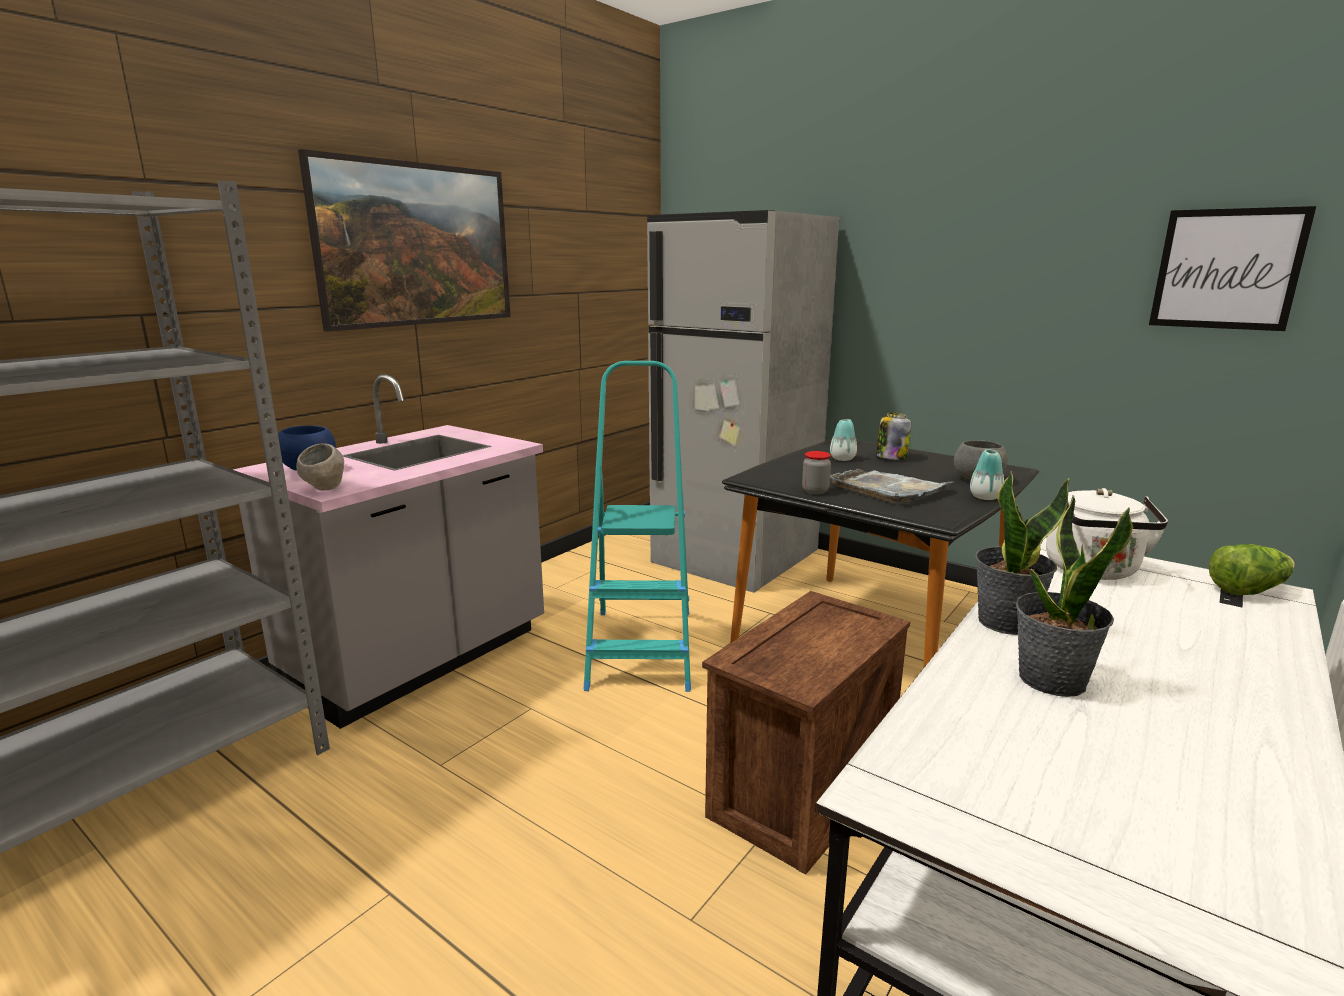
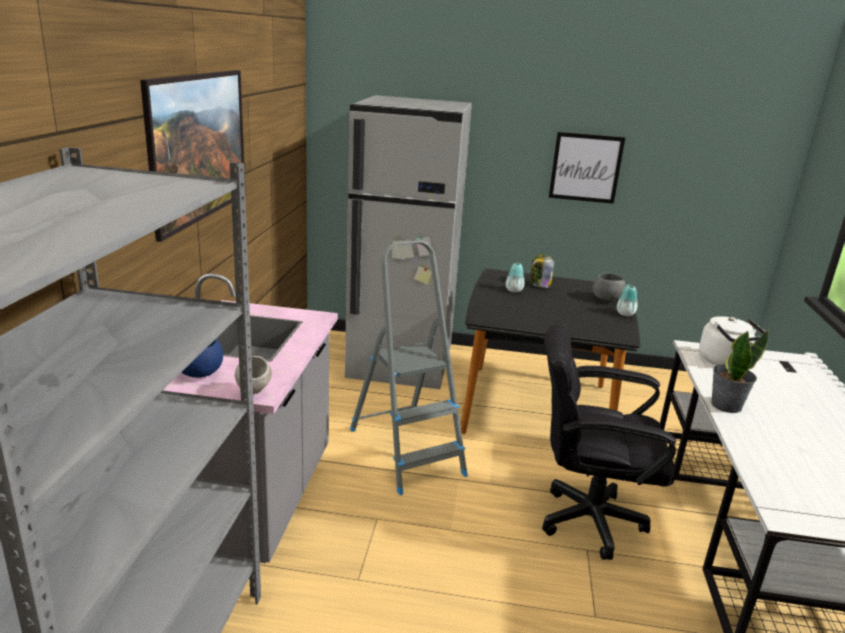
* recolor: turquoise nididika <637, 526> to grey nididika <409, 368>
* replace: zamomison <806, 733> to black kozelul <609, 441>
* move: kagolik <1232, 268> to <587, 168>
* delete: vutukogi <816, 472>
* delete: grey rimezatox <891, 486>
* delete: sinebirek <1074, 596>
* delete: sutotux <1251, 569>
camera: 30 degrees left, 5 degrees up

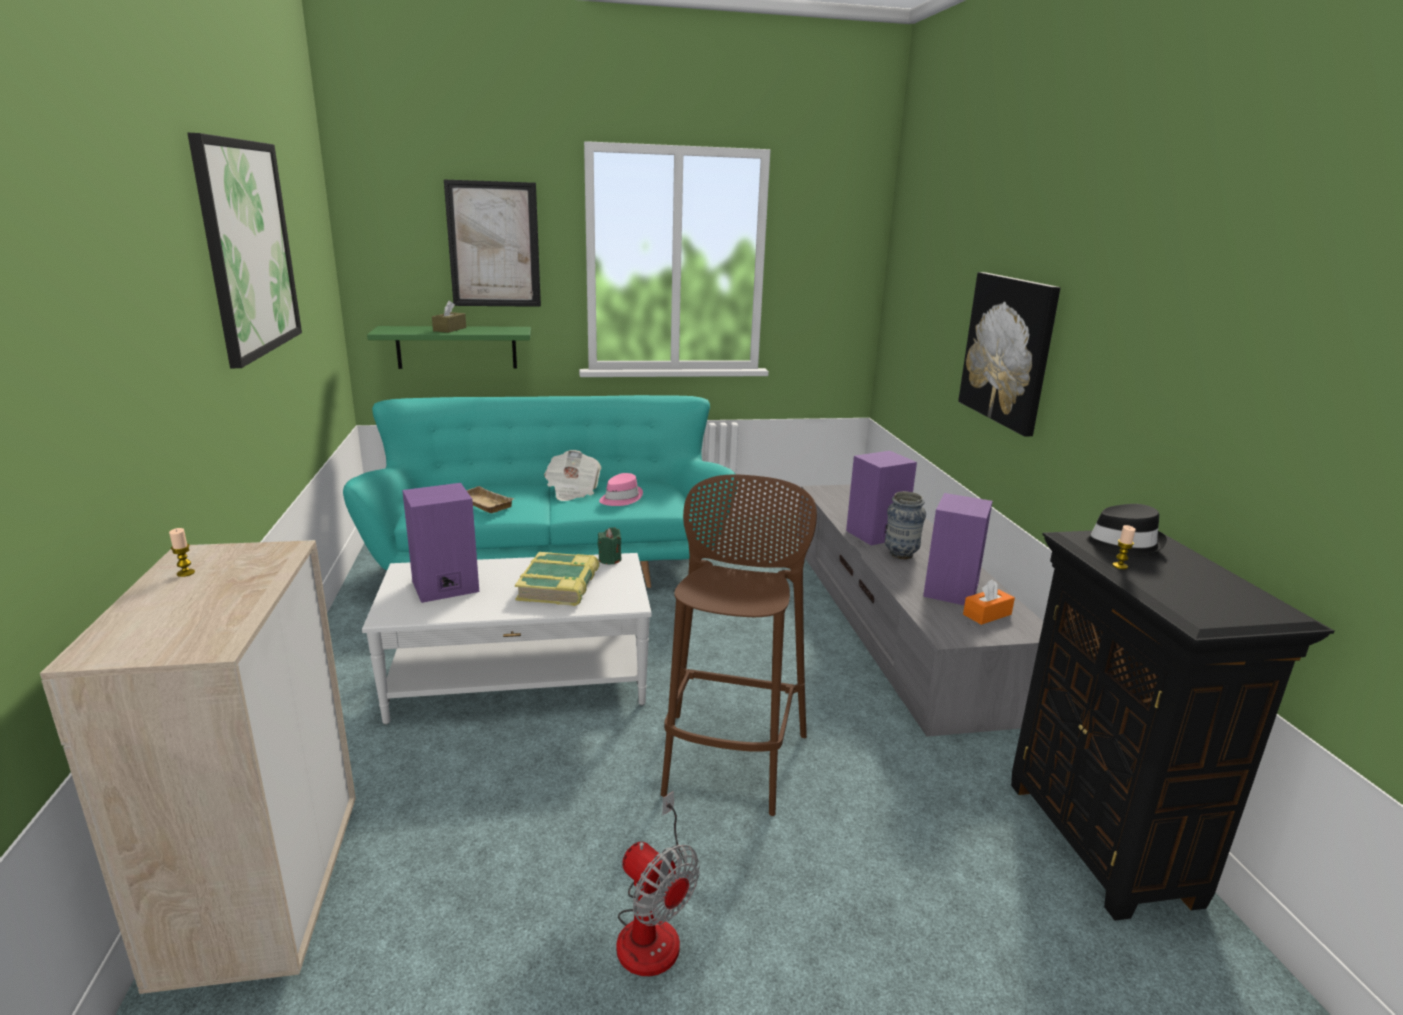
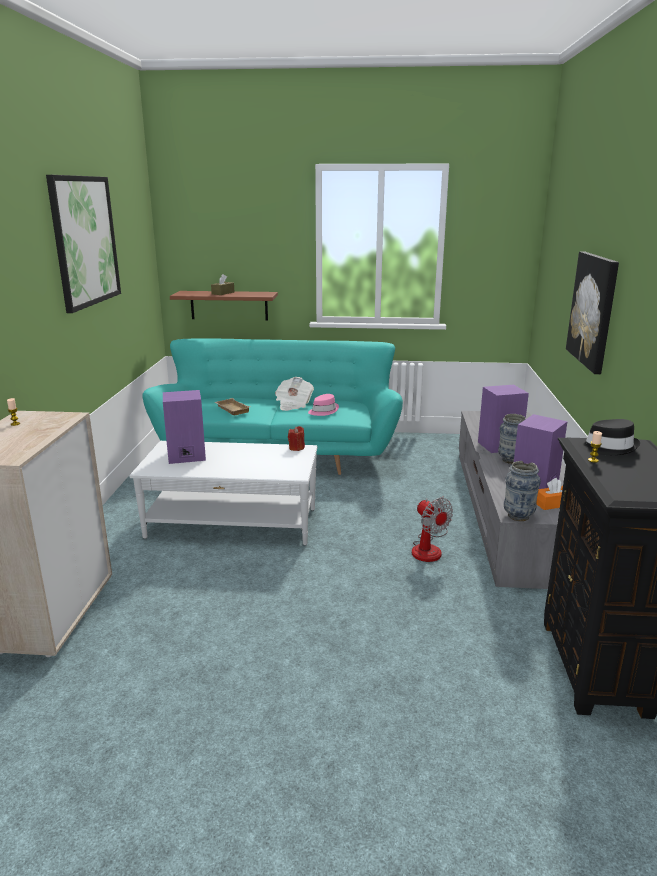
* recolor: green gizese <449, 347> to brown gizese <224, 305>
* recolor: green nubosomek <609, 545> to red nubosomek <296, 438>
* move: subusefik <658, 883> to <432, 529>
* insert: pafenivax <522, 491>
* delete: kagolik <492, 243>
* delete: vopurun <557, 579>
* delete: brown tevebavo <739, 645>
camera: 15 degrees right, 0 degrees up

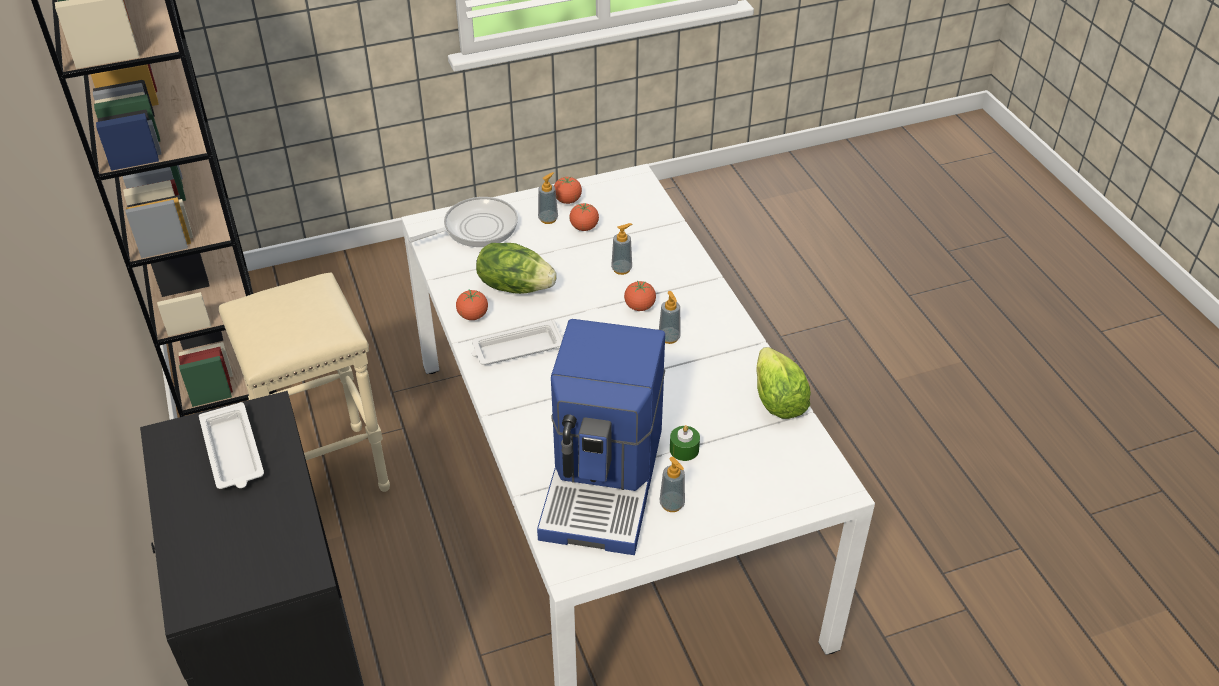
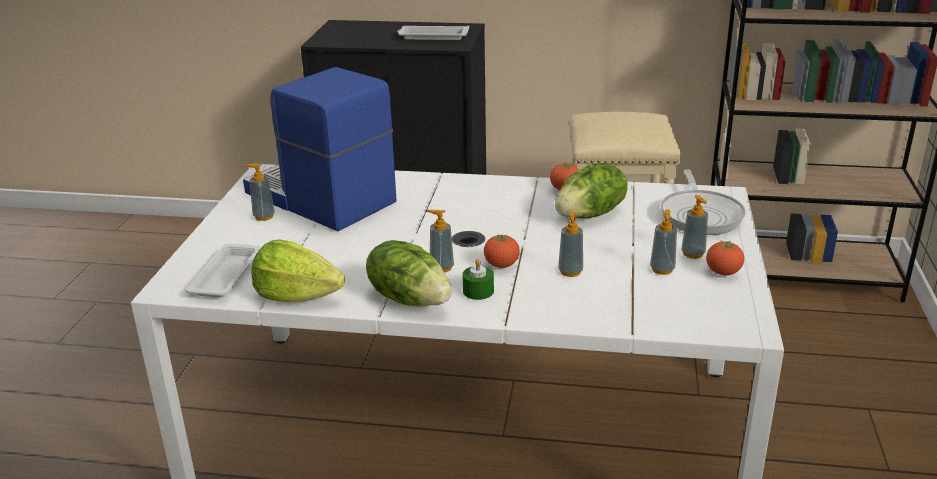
* move: white rimezatox <517, 342> to <223, 270>
* insert: sutotux <409, 273>
* move: green nubosomek <685, 443> to <478, 279>
* replace: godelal <584, 217> to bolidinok <663, 242>
camera: 120 degrees right, 15 degrees down

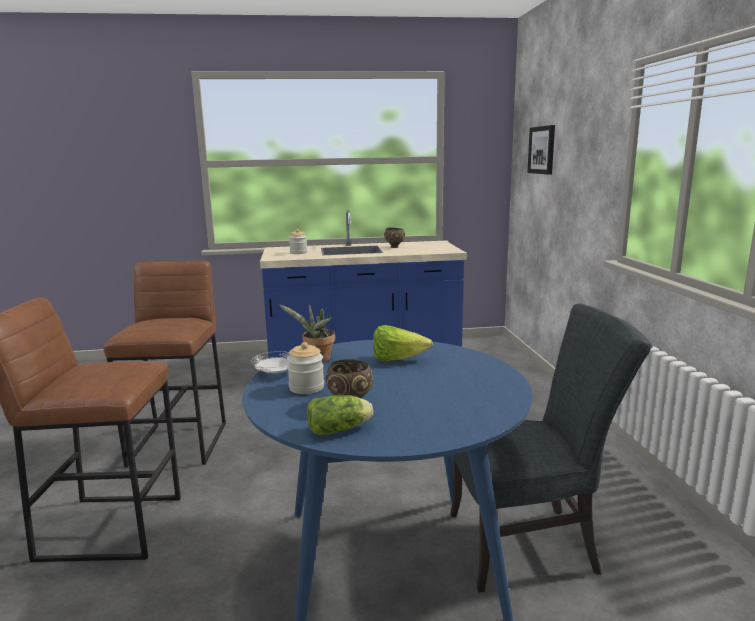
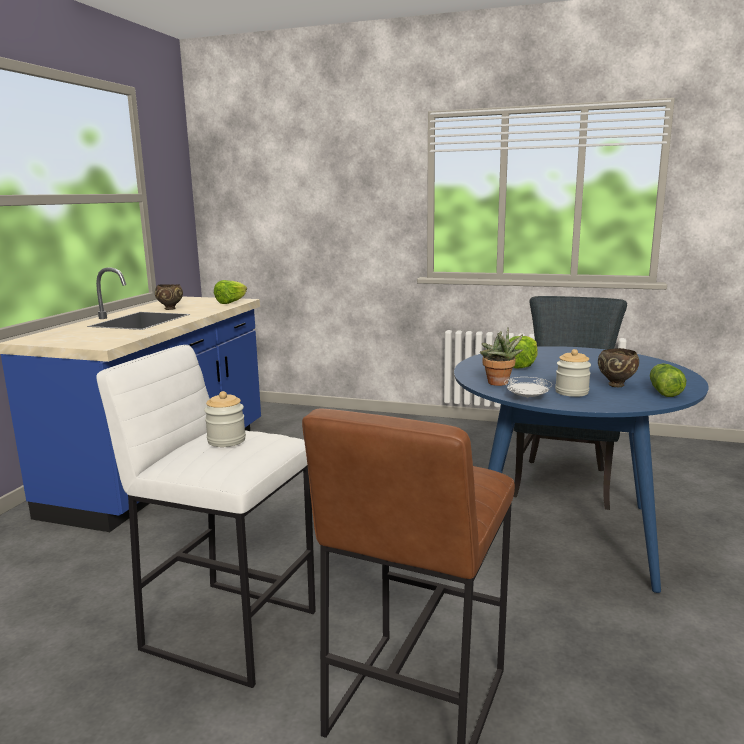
* recolor: brown tevebavo <165, 364> to white tevebavo <206, 516>
* move: vutukogi <298, 241> to <225, 419>
* insert: sutotux <230, 292>
* delete: kagolik <541, 150>
camera: 65 degrees left, 0 degrees up

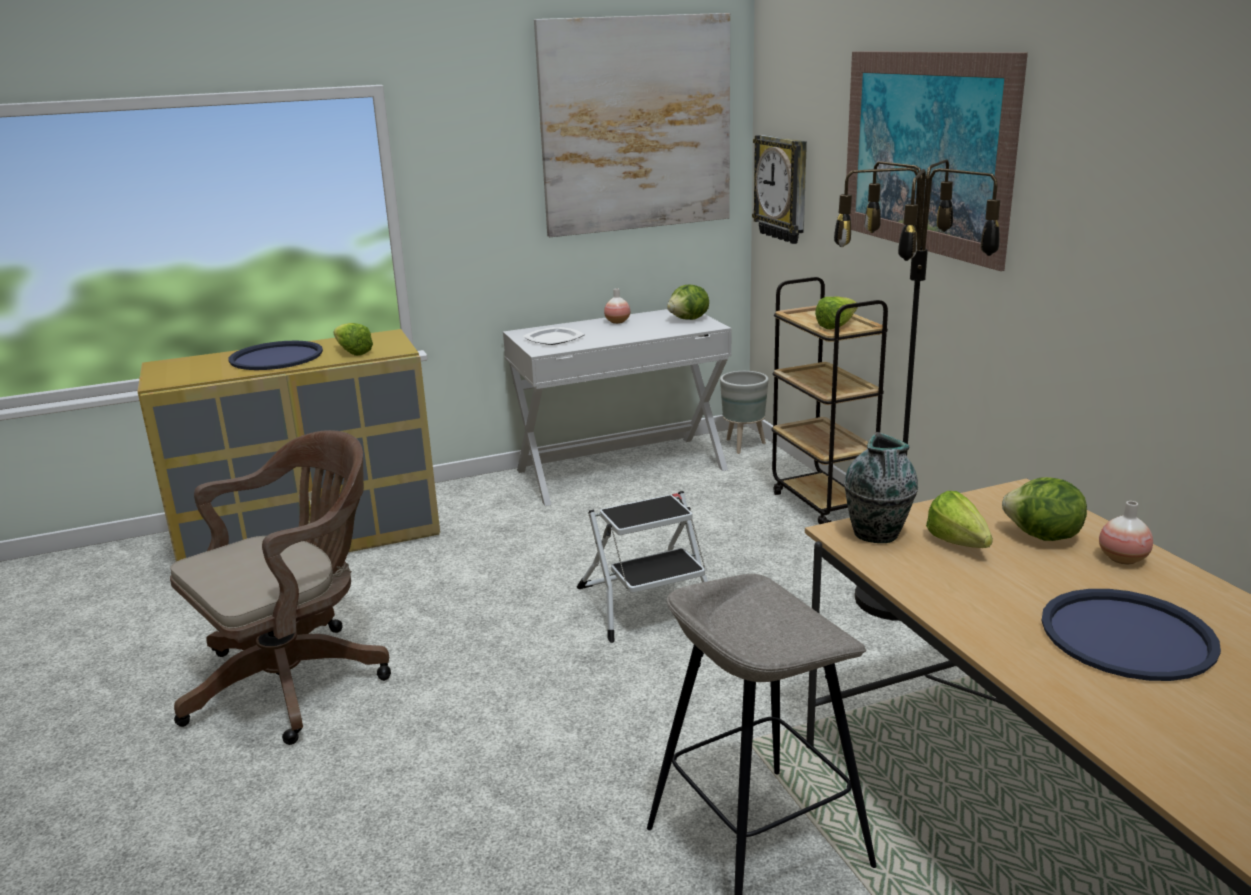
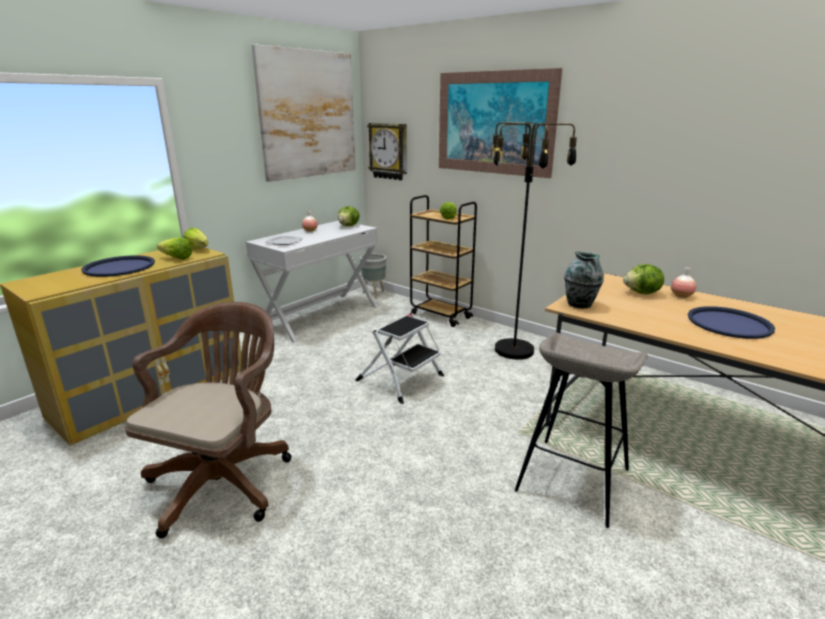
* move: sutotux <959, 519> to <195, 238>
camera: 30 degrees left, 0 degrees up

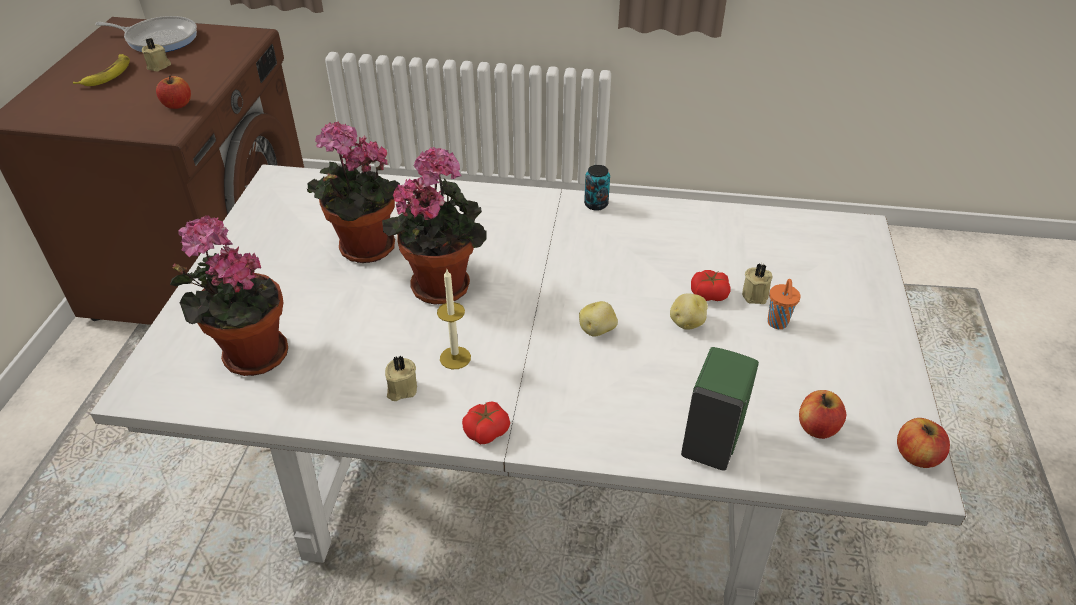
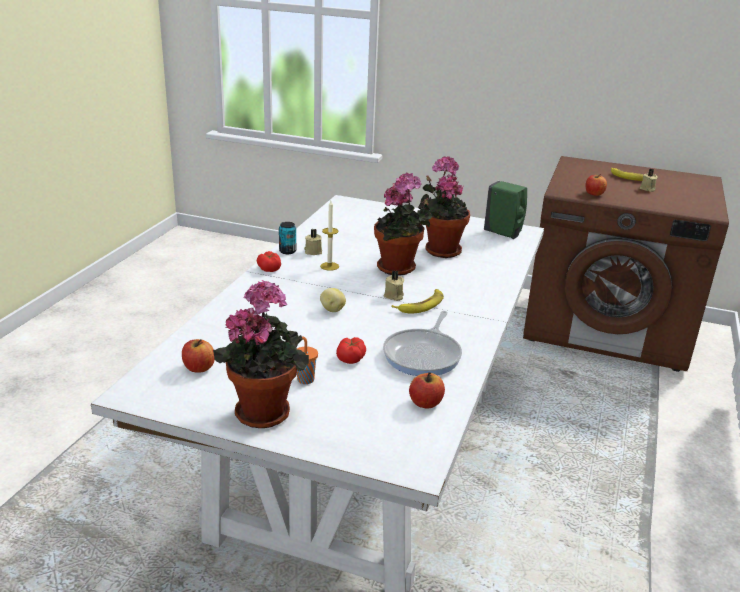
* move: sinebirek <229, 296> to <261, 354>
* move: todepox <597, 188> to <287, 238>
* move: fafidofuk <146, 34> to <422, 343>
* move: beige nubosomek <757, 283> to <394, 285>
* insert: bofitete <417, 301>
* move: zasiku <923, 443> to <427, 390>
* move: green bolidinok <720, 409> to <505, 210>
* delete: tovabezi <689, 311>
camera: 100 degrees right, 15 degrees down

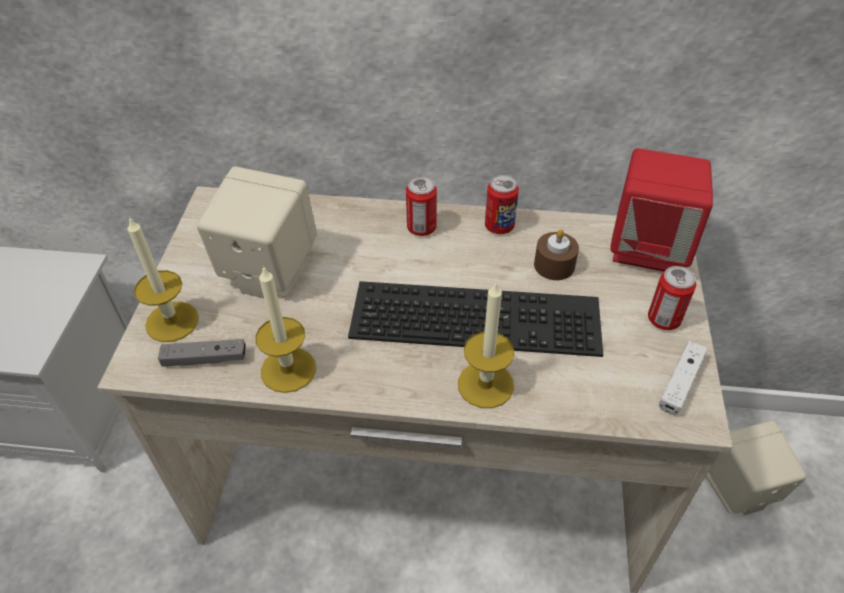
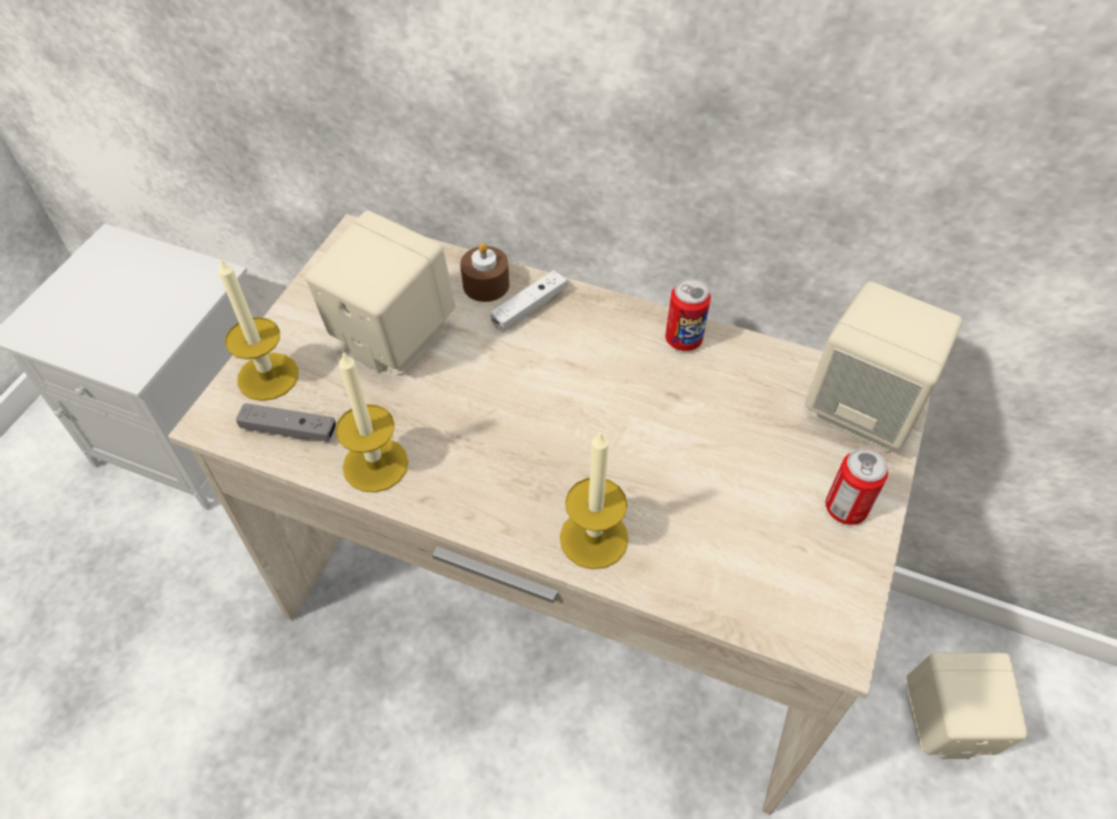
* move: brown nubosomek <556, 254> to <484, 272>
* move: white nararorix <683, 378> to <528, 301>
* recolor: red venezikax <661, 210> to beige venezikax <883, 366>
* delete: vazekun <475, 319>
* delete: todepox <421, 206>
camera: 15 degrees right, 5 degrees up

